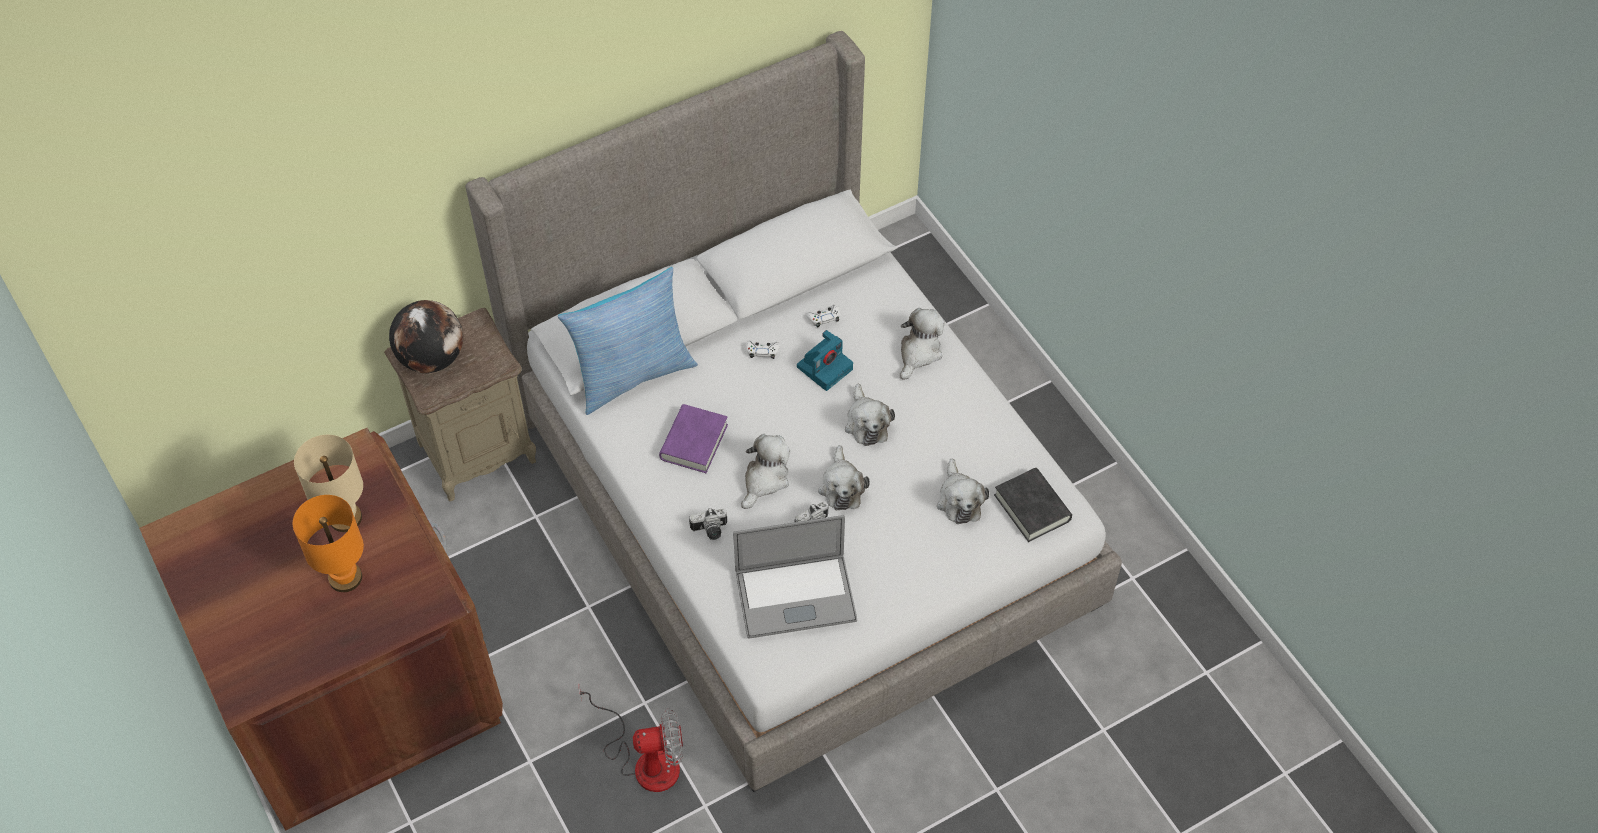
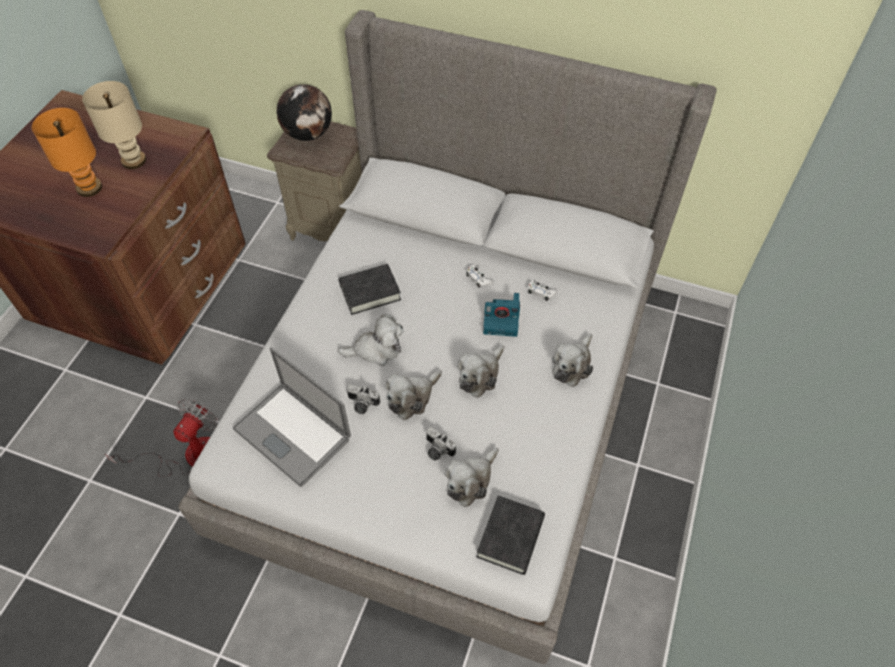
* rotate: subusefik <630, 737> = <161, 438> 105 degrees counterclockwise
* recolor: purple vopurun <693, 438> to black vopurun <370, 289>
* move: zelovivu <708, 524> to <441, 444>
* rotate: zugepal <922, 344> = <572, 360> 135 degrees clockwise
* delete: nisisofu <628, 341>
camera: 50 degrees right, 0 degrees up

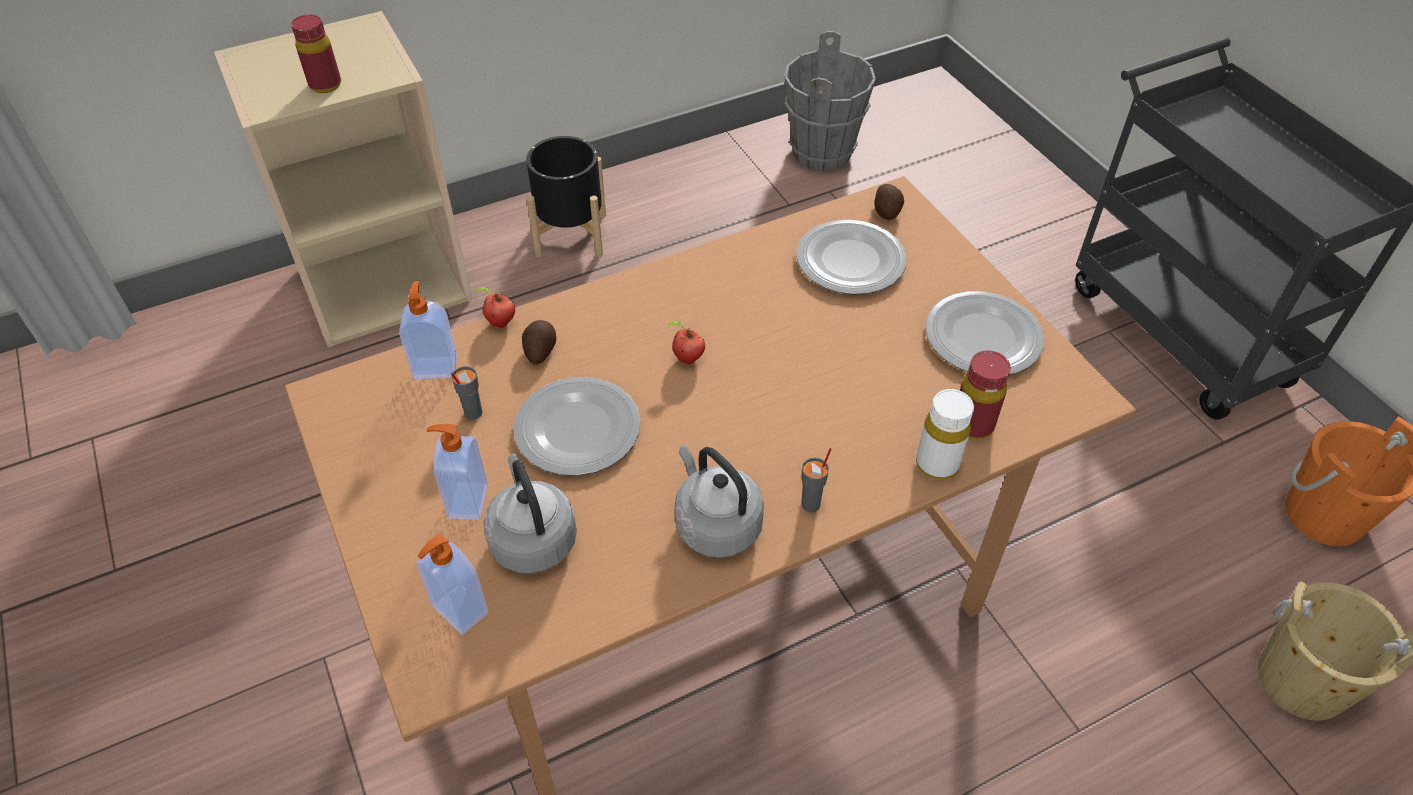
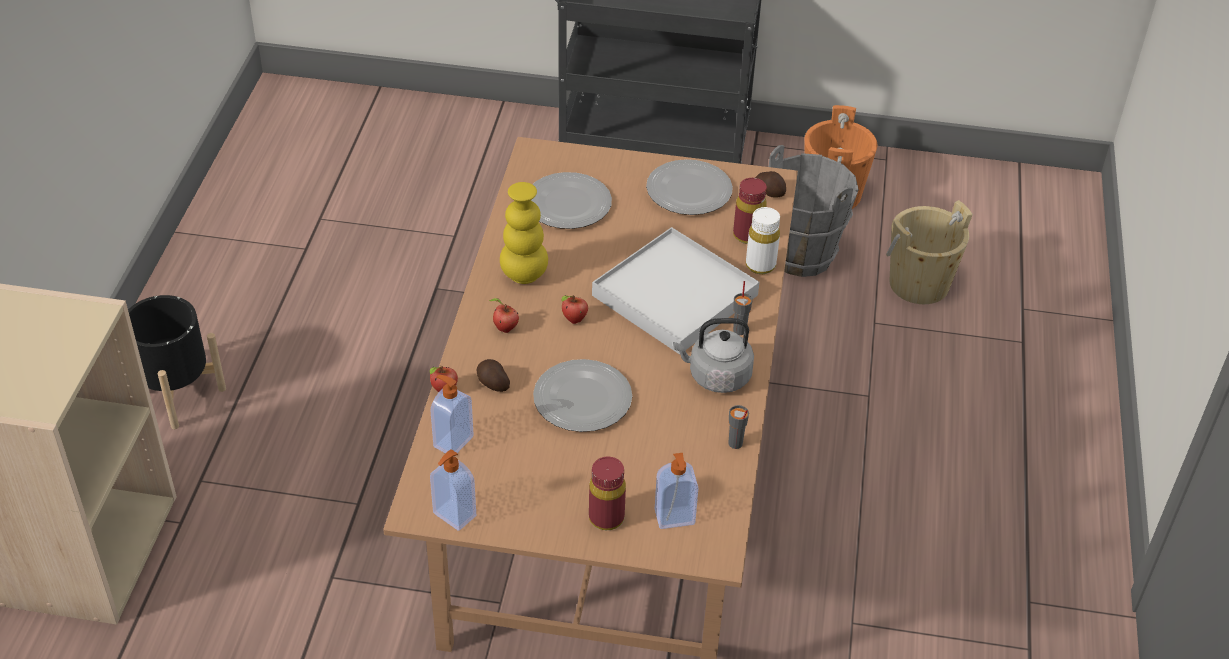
* move: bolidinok <457, 472> to <453, 490>
* insert: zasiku <503, 315>
* insert: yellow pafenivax <524, 233>
* move: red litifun <316, 53> to <607, 493>
* insert: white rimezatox <675, 290>
* move: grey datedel <466, 393> to <738, 427>
* move: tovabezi <889, 202> to <770, 184>
* move: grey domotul <830, 101> to <814, 211>
* delete: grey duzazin <530, 513>
camera: 55 degrees left, 5 degrees down

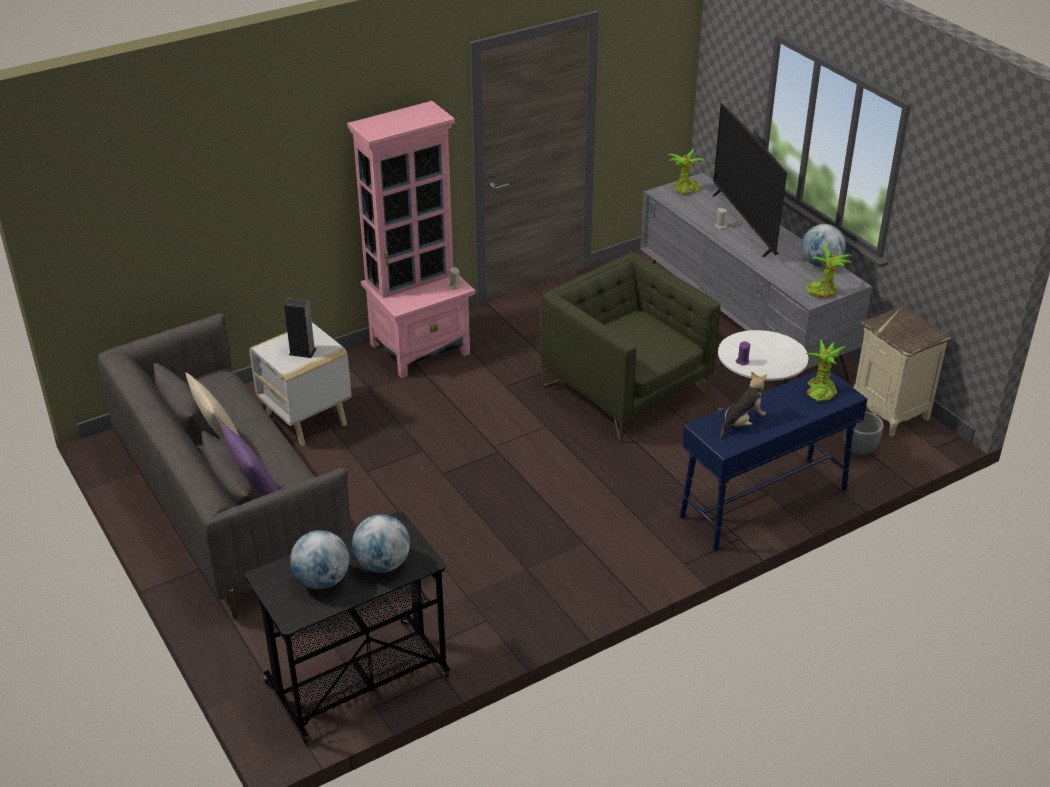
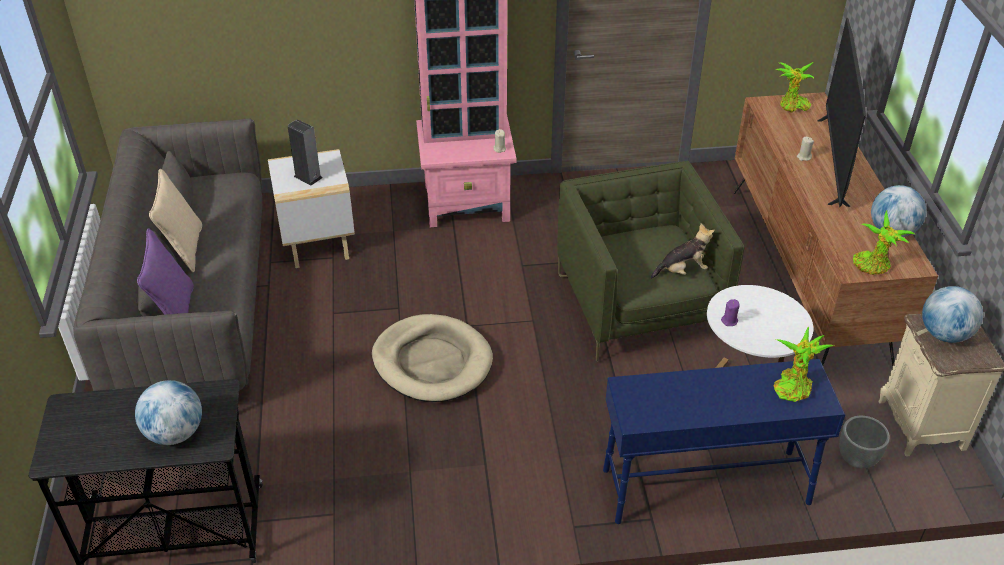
* insert: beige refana <432, 358>
* move: zugepal <743, 405> to <682, 251>
* recolor: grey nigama <756, 277> to brown nigama <836, 229>
* move: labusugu <319, 559> to <952, 314>
camera: 25 degrees right, 5 degrees up

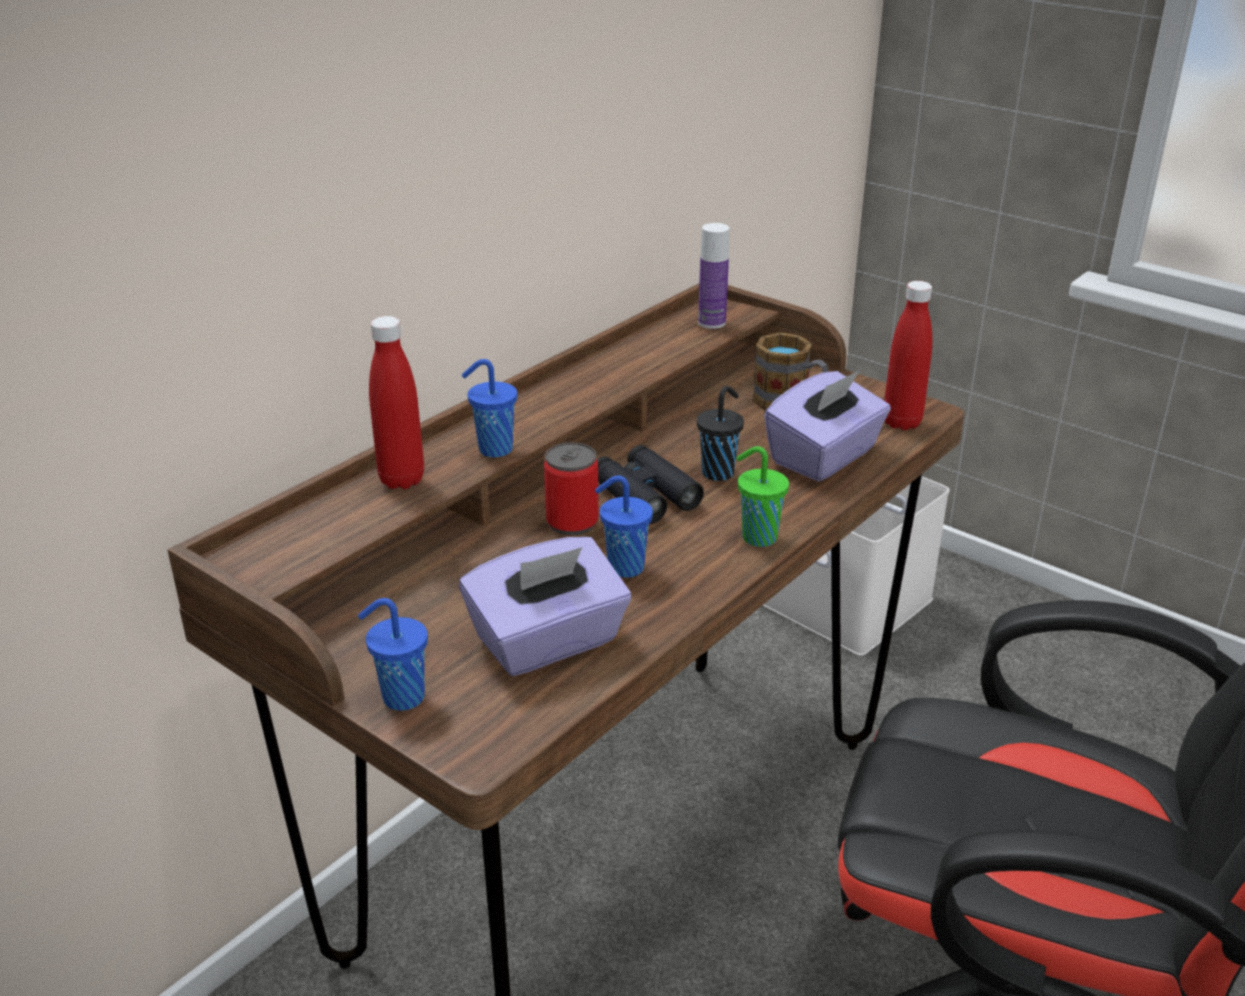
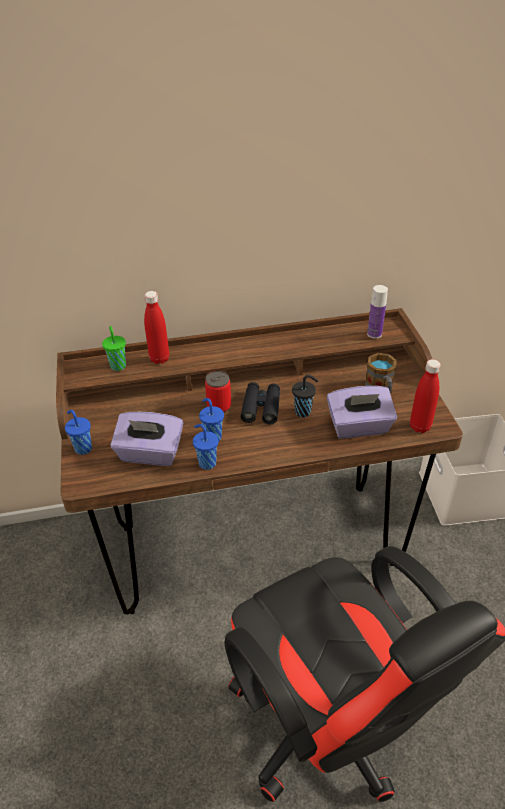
* move: green datedel <763, 496> to <114, 348>
* move: blue datedel <490, 408> to <205, 447>
camera: 40 degrees right, 10 degrees up

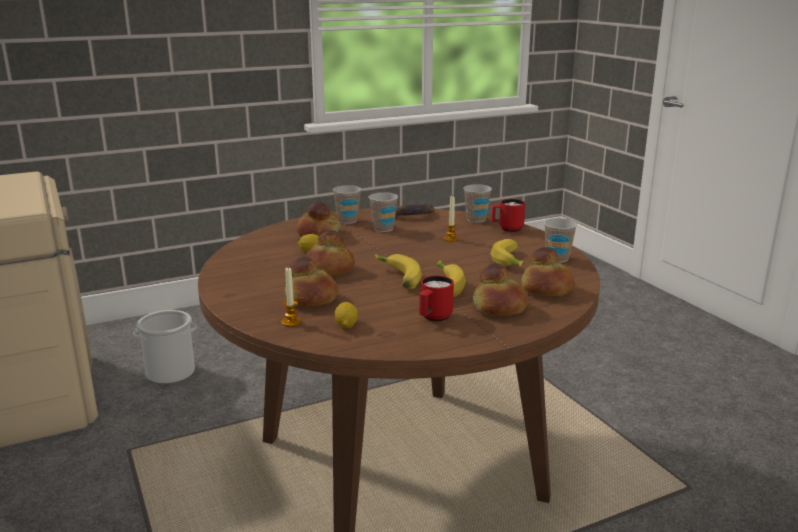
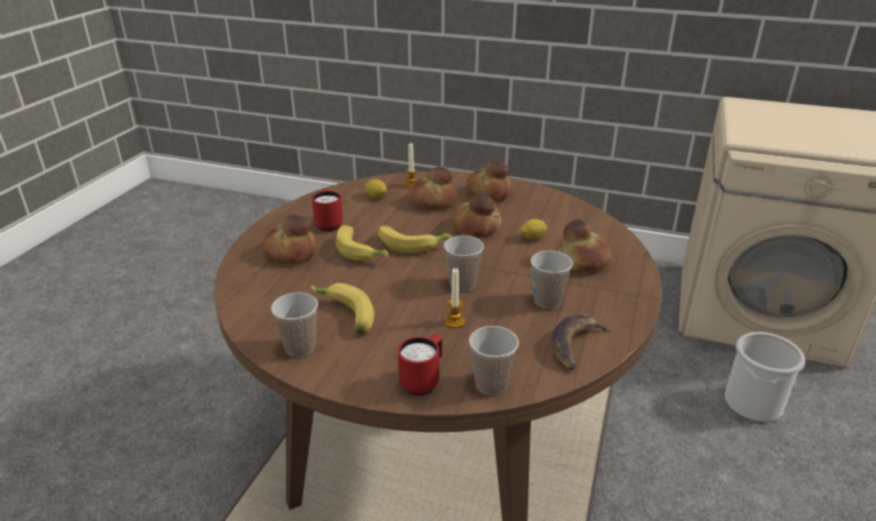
* move: datedel <347, 204> to <464, 263>
* move: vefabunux <548, 271> to <489, 181>
camera: 135 degrees right, 10 degrees up

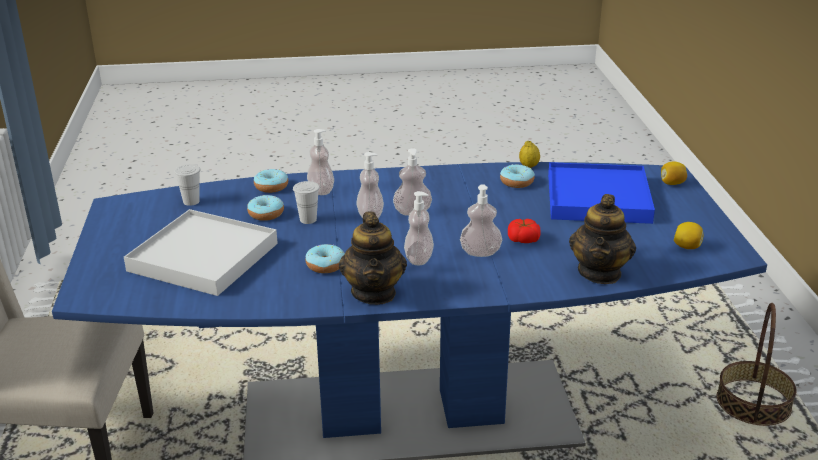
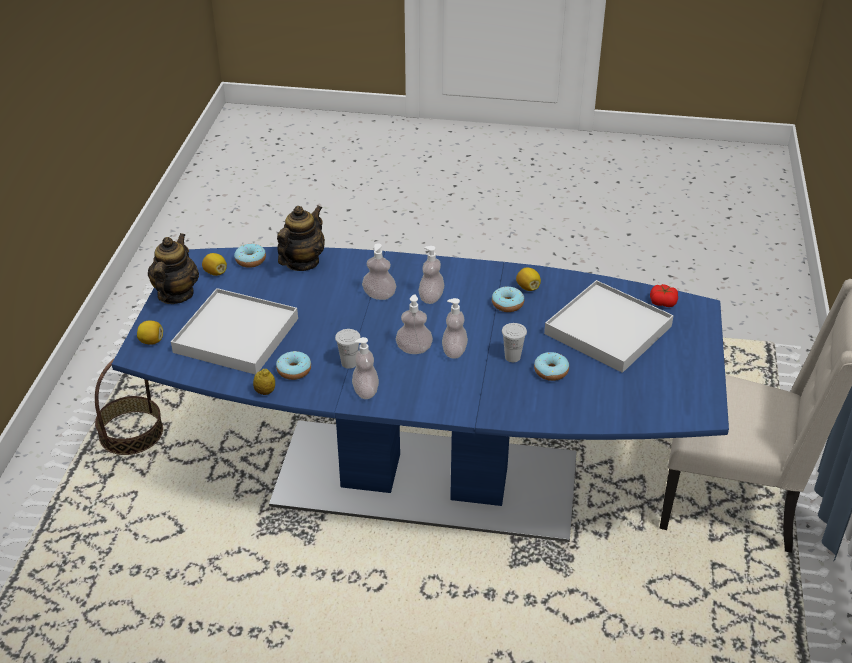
* move: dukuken <373, 258> to <173, 268>
* recolor: blue rimezatox <601, 193> to white rimezatox <234, 331>
* move: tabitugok <271, 181> to <250, 255>
* move: white datedel <187, 185> to <348, 349>
* move: bolidinok <320, 162> to <365, 368>
* insert: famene <528, 279>
* move: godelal <524, 231> to <664, 295>
camera: 165 degrees left, 10 degrees up

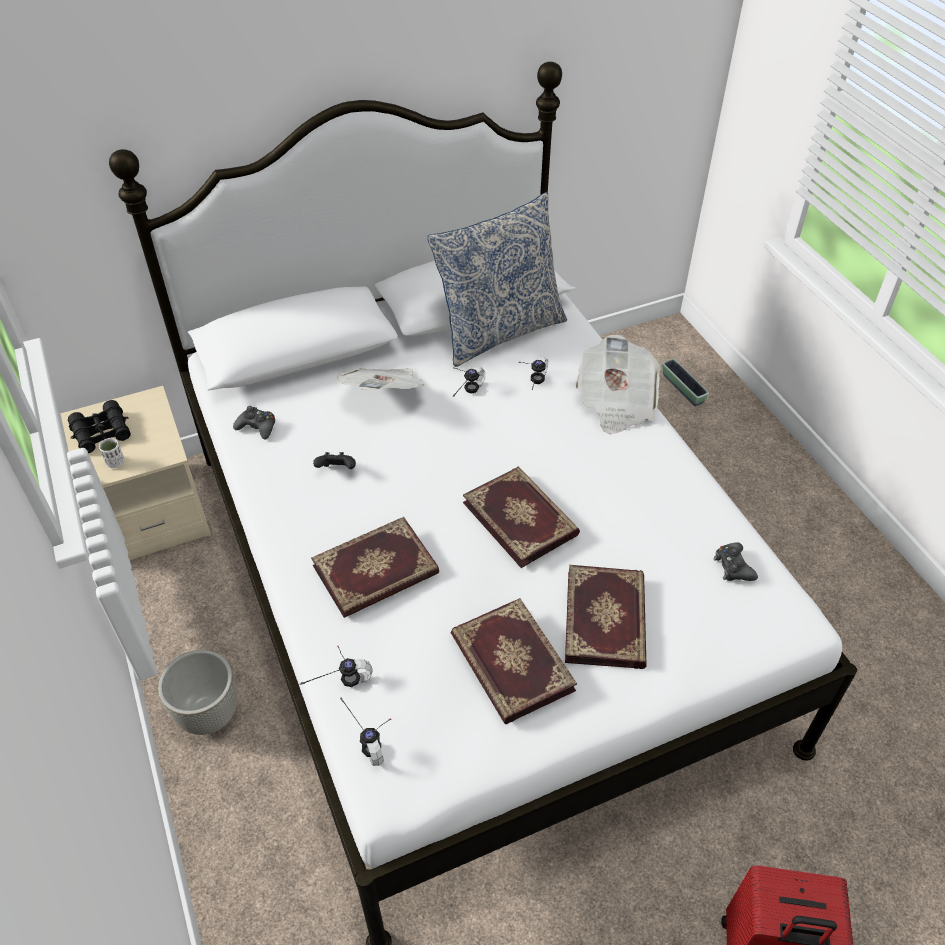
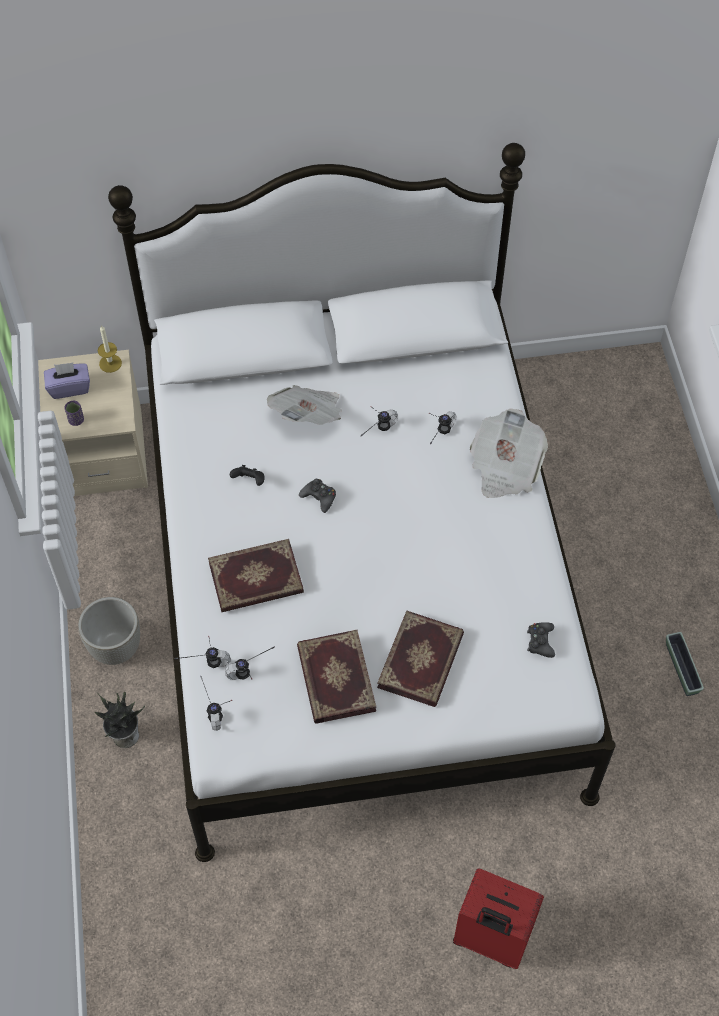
* replace: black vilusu <99, 426> to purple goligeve <67, 380>
* recolor: white datedel <112, 453> to purple datedel <74, 413>
* insert: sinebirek <119, 719>
* insert: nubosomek <110, 349>
* insert: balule <250, 663>
* move: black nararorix <254, 423> to <317, 496>
* move: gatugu <685, 382> to <685, 664>
* delete: nisisofu <497, 279>
* delete: vopurun <521, 517>
camera: 15 degrees right, 10 degrees up

